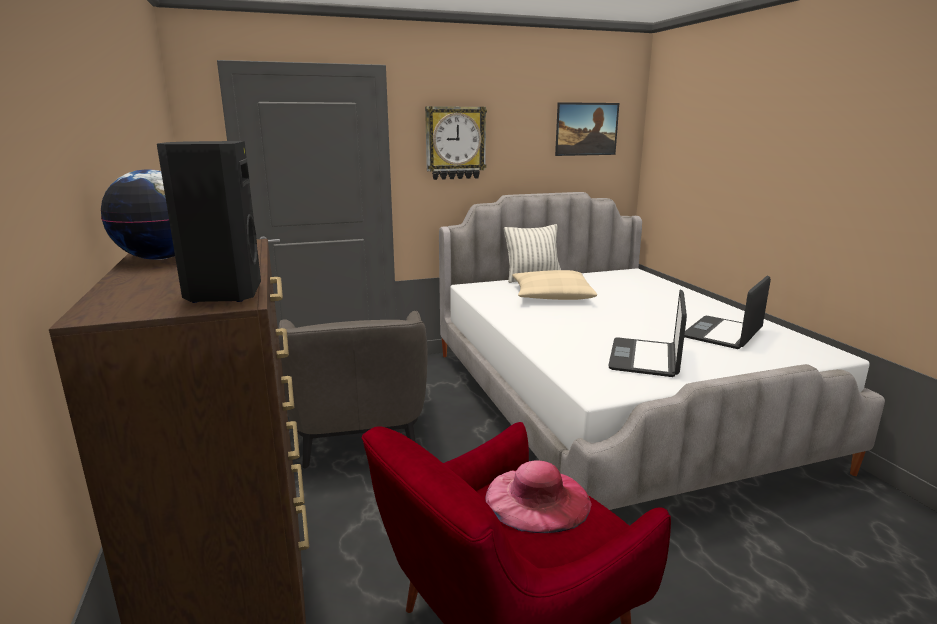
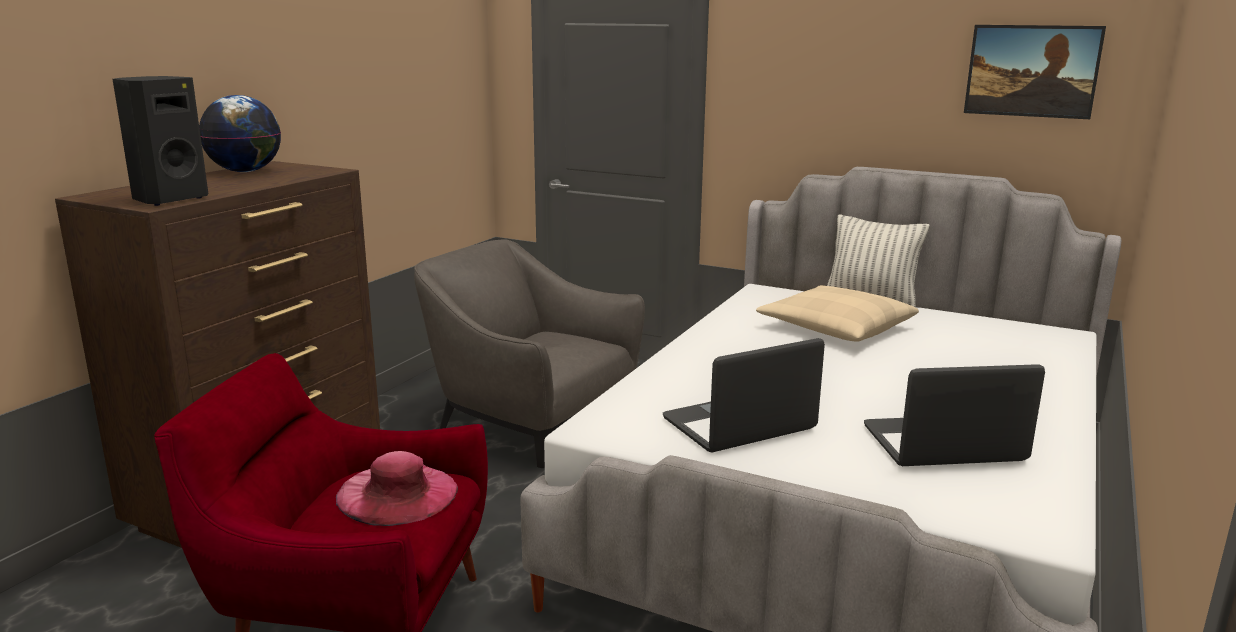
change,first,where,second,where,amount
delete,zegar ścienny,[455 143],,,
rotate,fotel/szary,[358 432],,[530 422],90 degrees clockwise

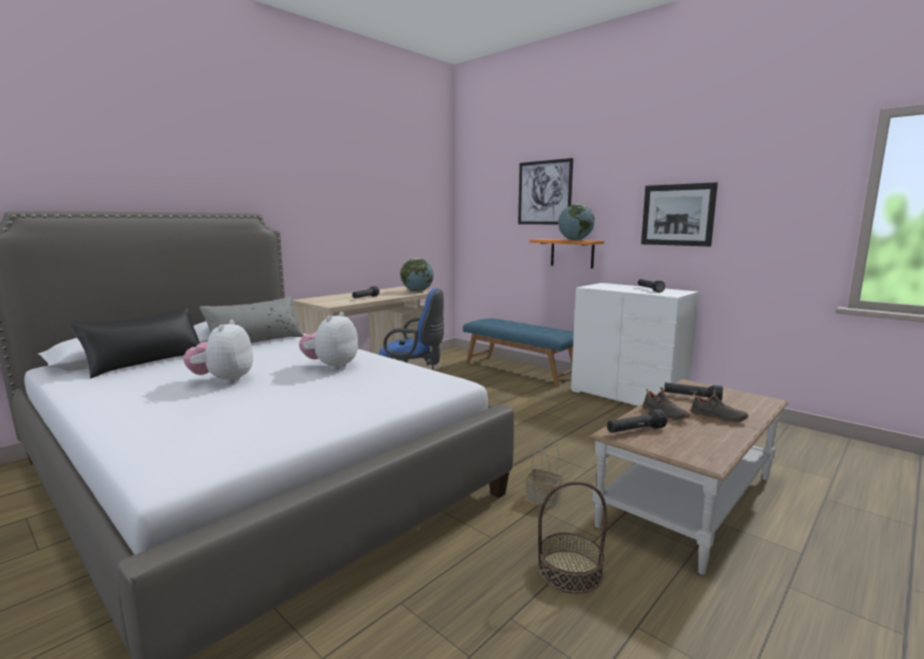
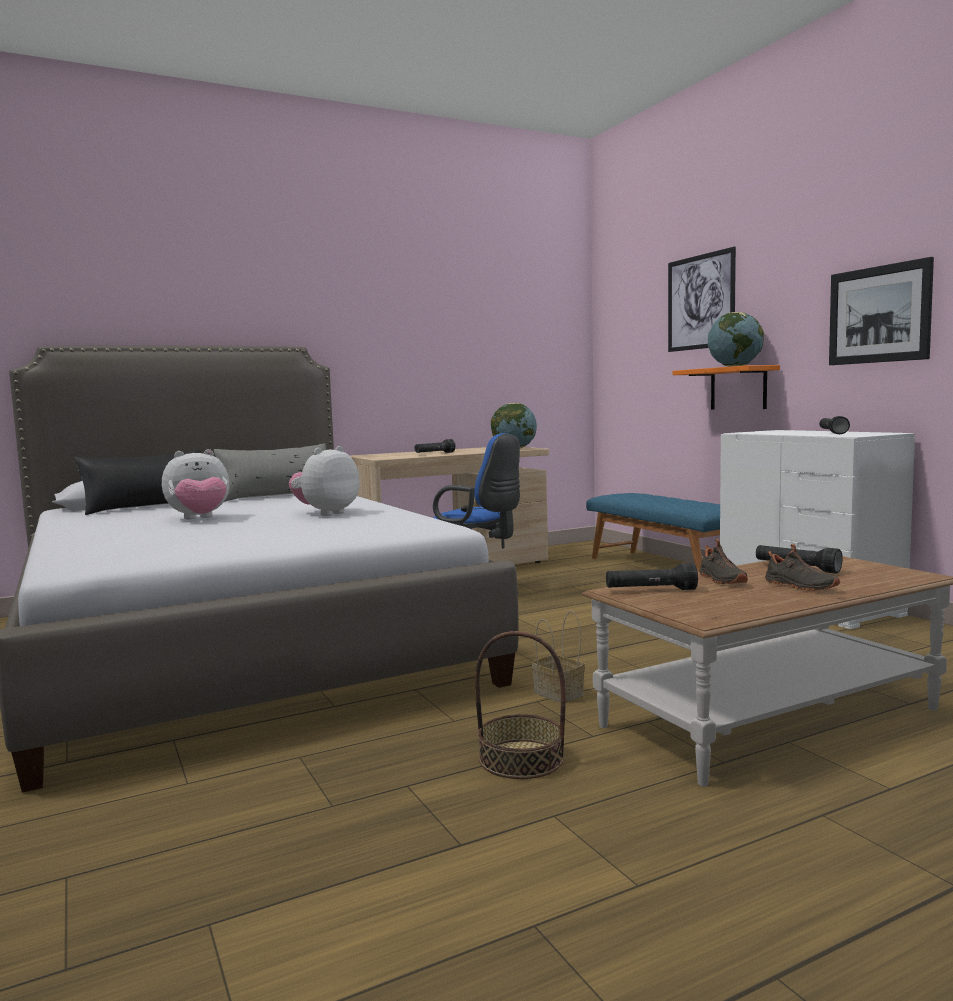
change,first,where,second,where,amount
rotate,pluszak,[223 380],,[199 519],135 degrees counterclockwise

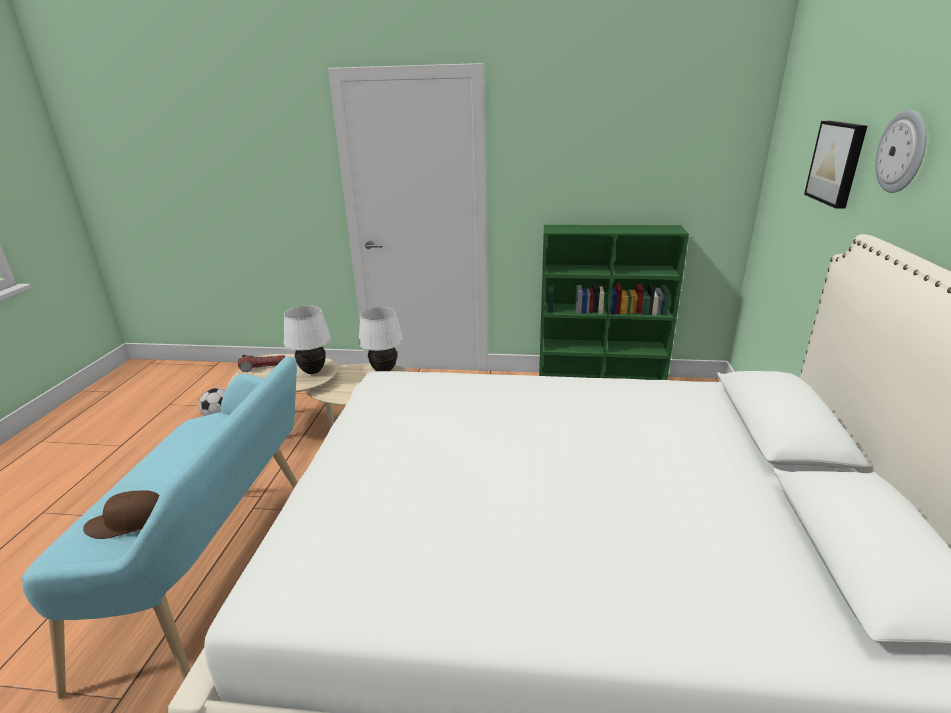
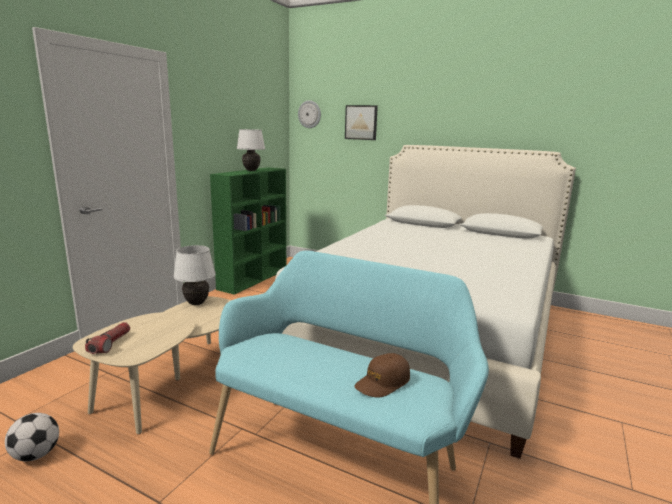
change,first,where,second,where,amount
move,zegar ścienny,[902 152],,[309 114],
move,lampa stołowa/biały,[313 371],,[251 170],
rotate,czapka z daszkiem/brązowy,[128 521],,[382 383],45 degrees clockwise

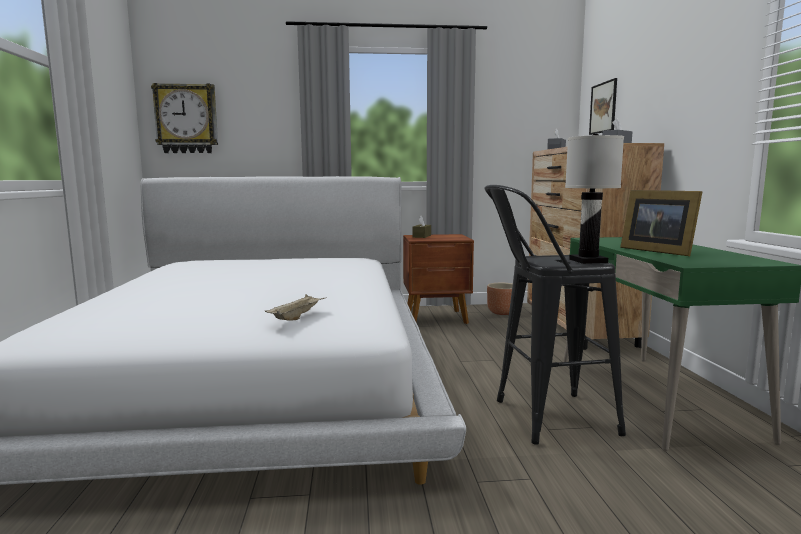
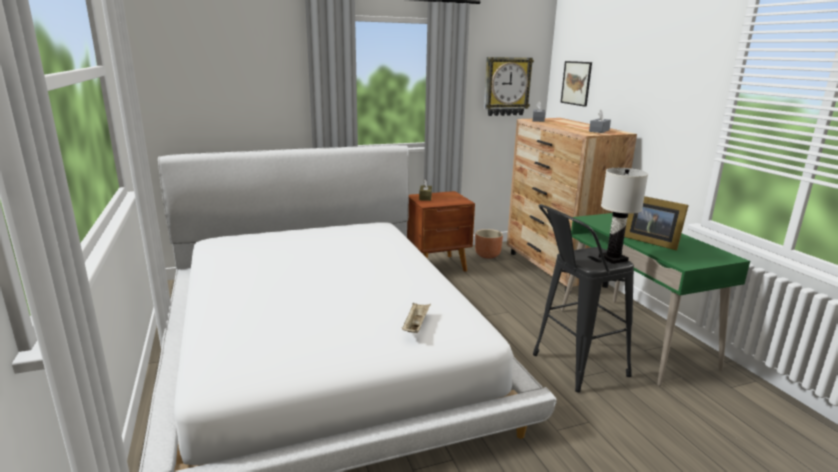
change,first,where,second,where,amount
move,zegar ścienny,[186 119],,[506 86],

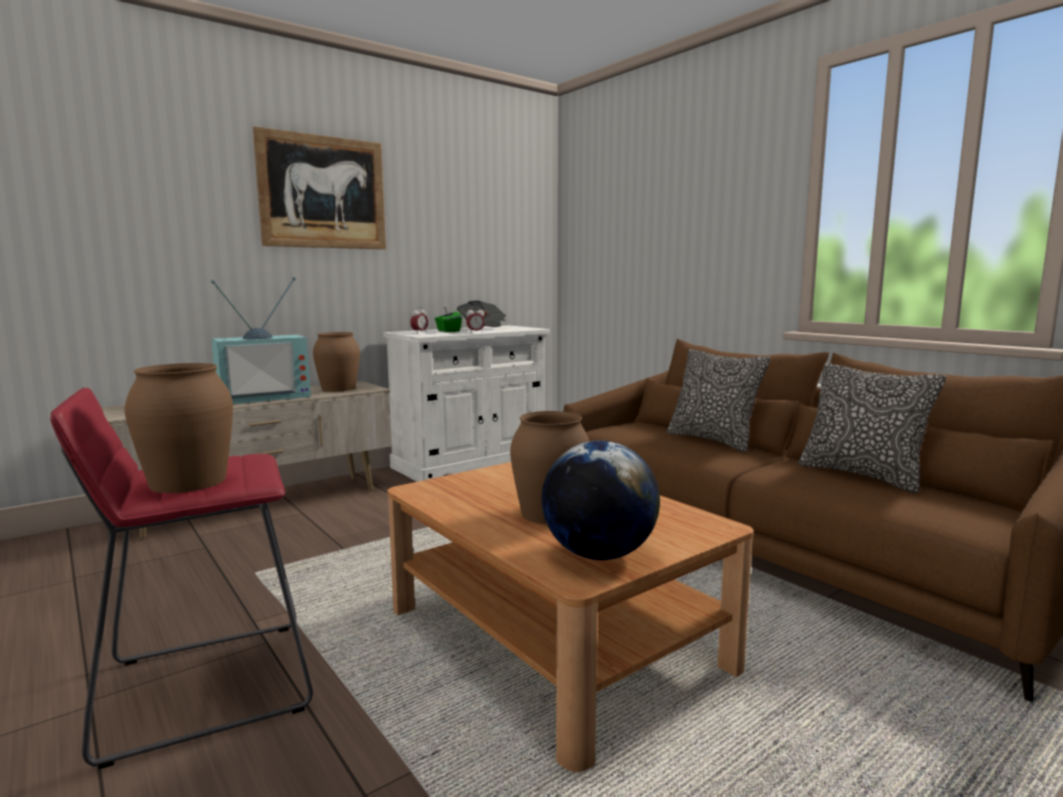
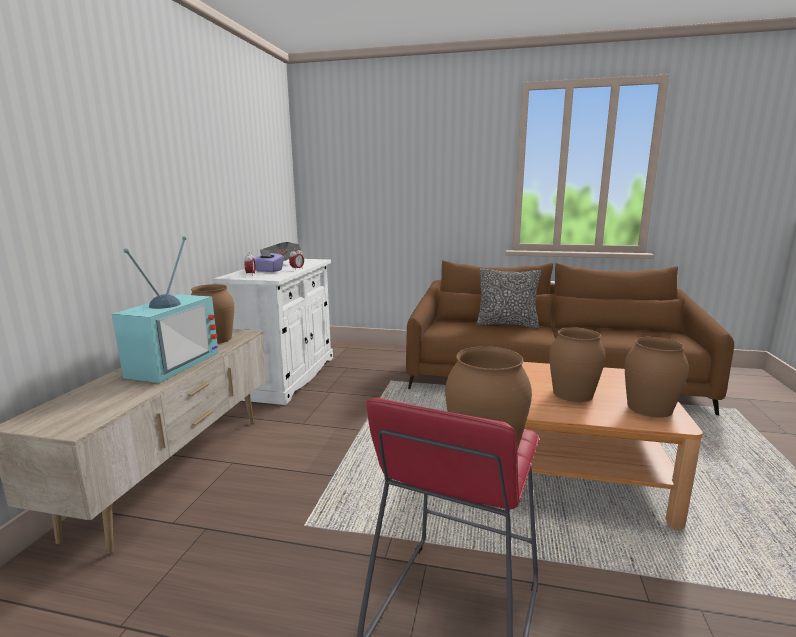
change,first,where,second,where,amount
delete,obraz,[323 192],,,
recolor,pudełko chusteczek/zielony,[448 331],pudełko chusteczek/fioletowy,[268 270],
delete,poduszka,[862 475],,,
replace,globus,[599 554],wazon/brązowy,[649 408],

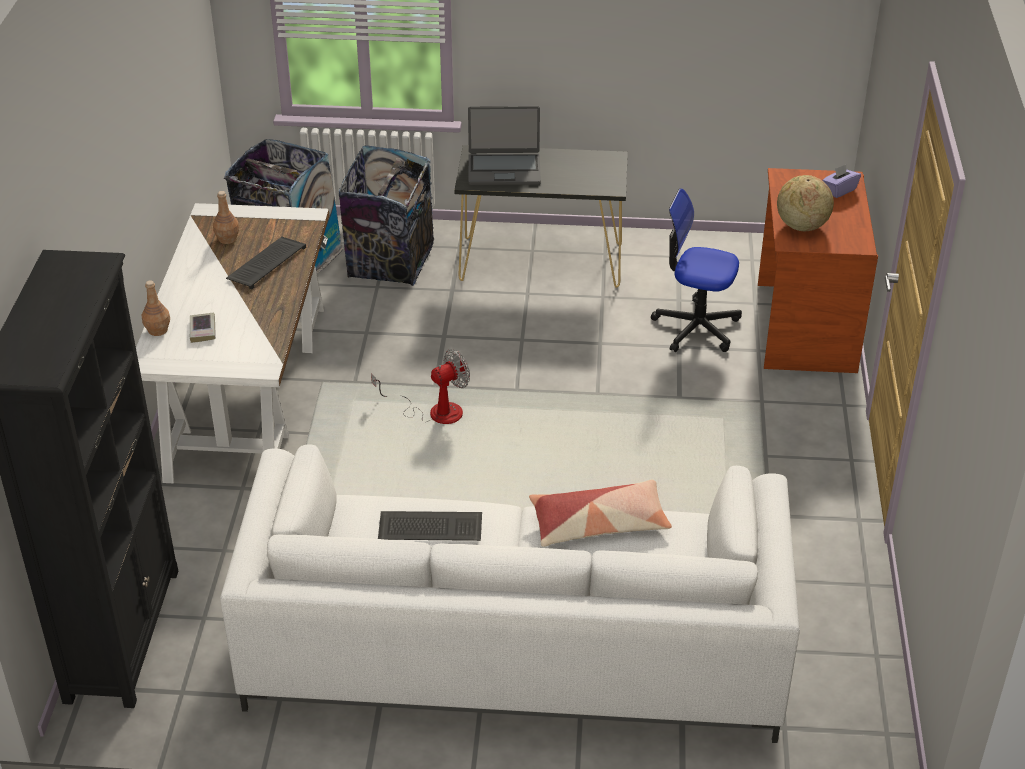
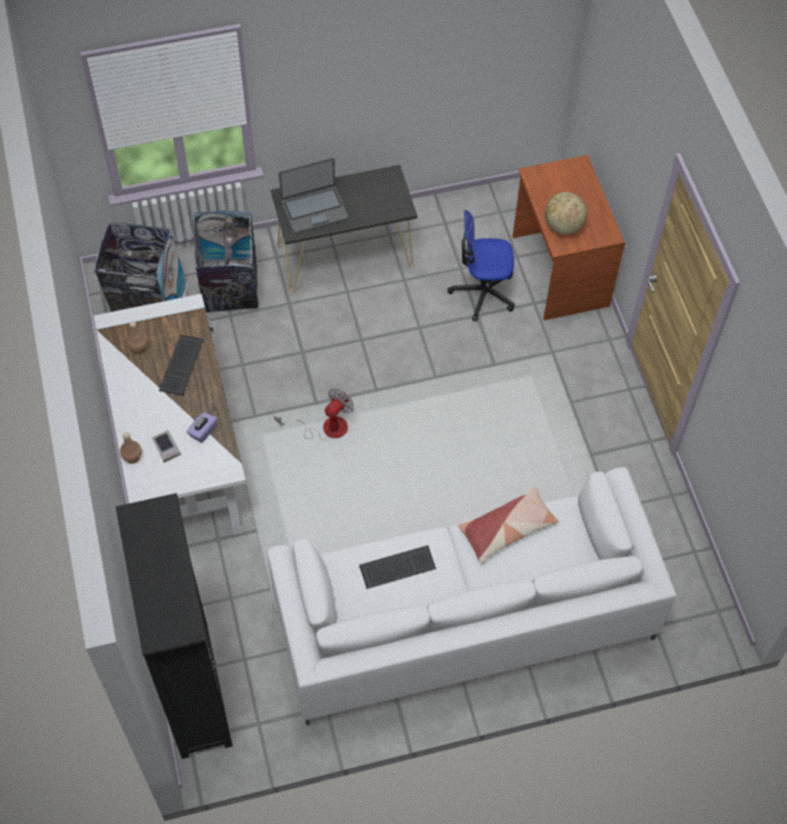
change,first,where,second,where,amount
move,pudełko chusteczek/fioletowy,[839 190],,[203 431],

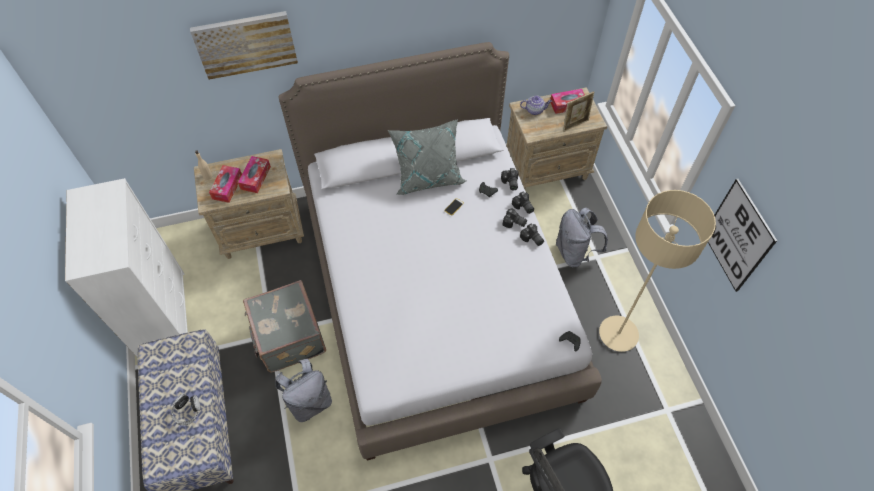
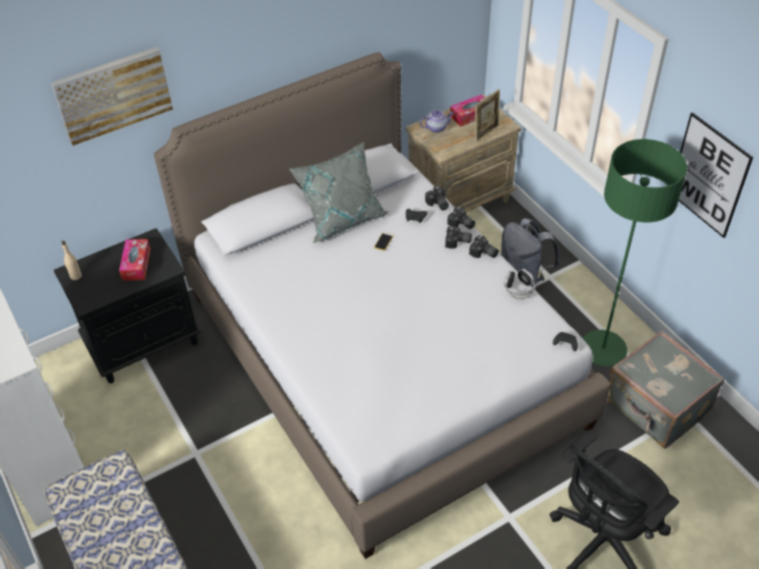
change,first,where,second,where,amount
recolor,szafka nocna/beżowy,[262 230],szafka nocna/czarny,[144 342],
delete,pudełko chusteczek,[227 187],,,
recolor,lampa stojąca/beżowy,[618 334],lampa stojąca/zielony,[603 349],
move,walizka/szary,[288 337],,[656 408],
delete,plecak/szary,[309 402],,,
move,słuchawki,[187 411],,[519 289],

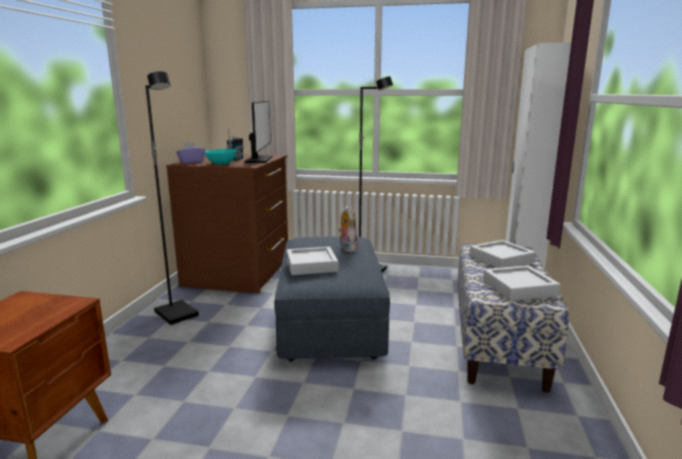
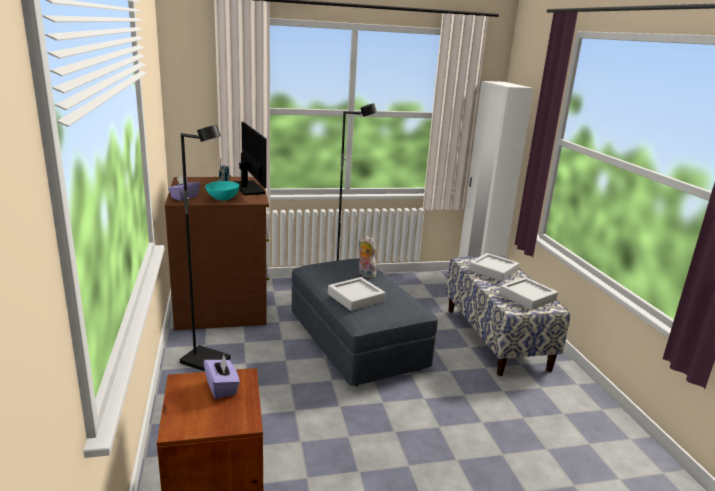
change,first,where,second,where,amount
insert,,,pudełko chusteczek/fioletowy,[222 387],

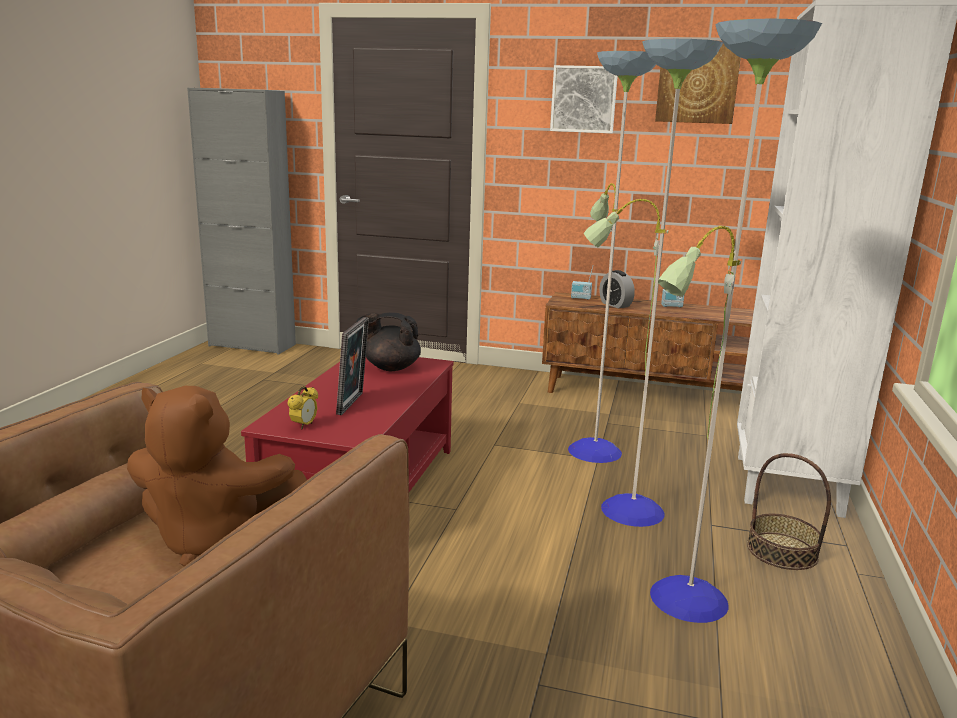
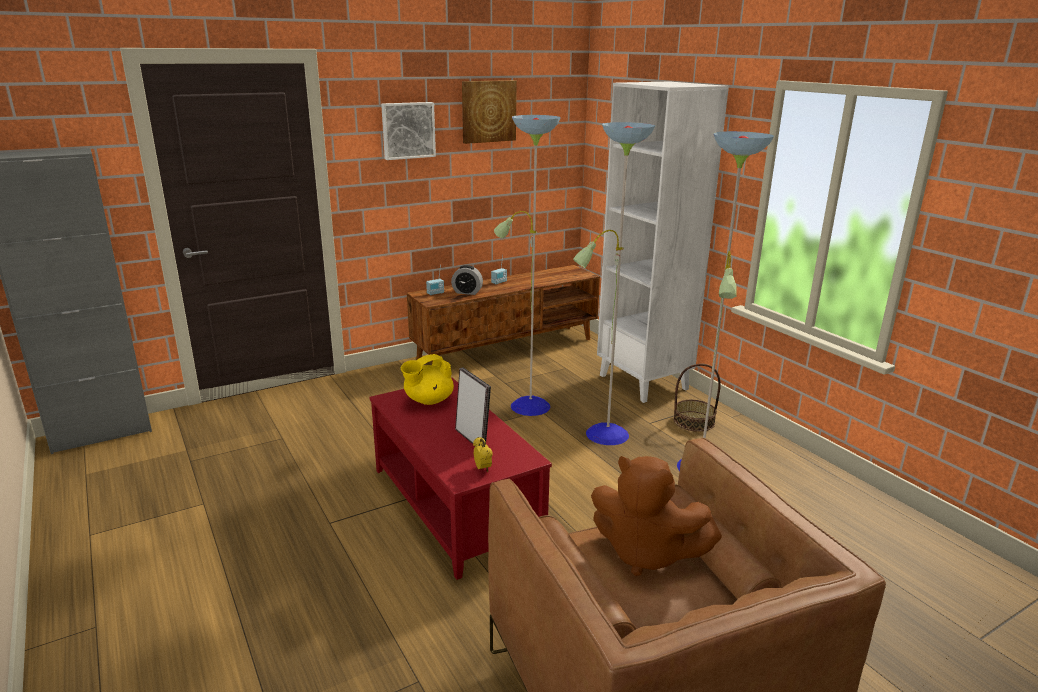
change,first,where,second,where,amount
recolor,imbryk/czarny,[390 367],imbryk/żółty,[428 400],
rotate,pluszak/brązowy,[215 539],,[646 553],60 degrees clockwise

